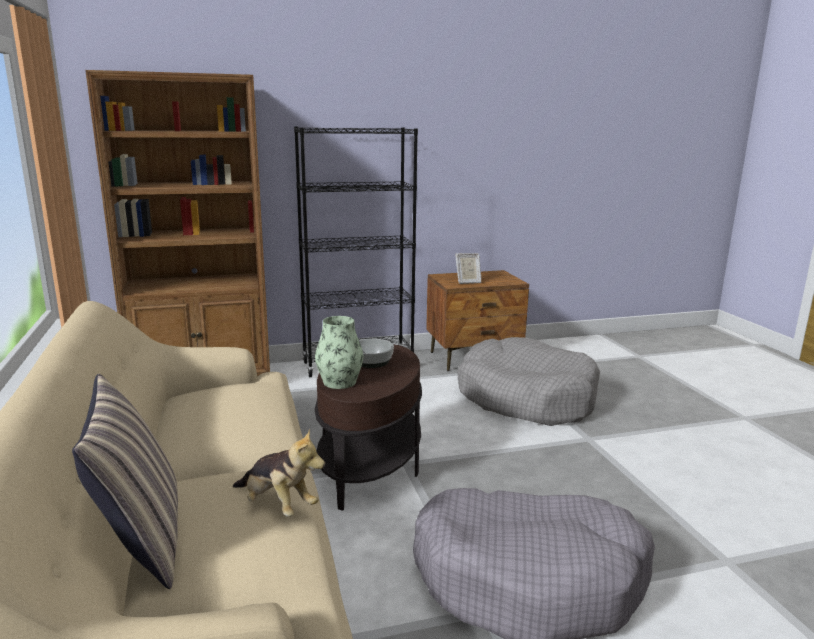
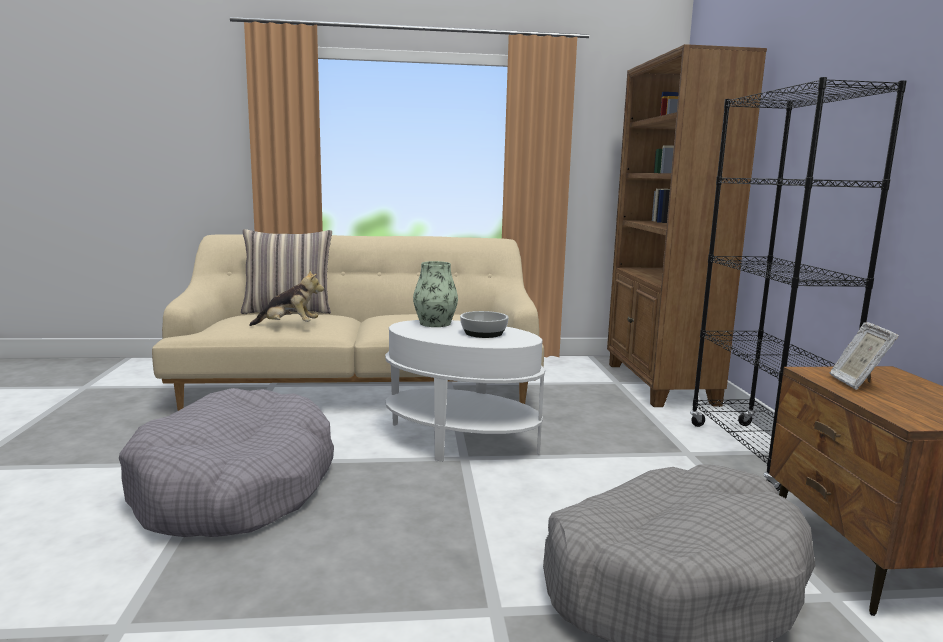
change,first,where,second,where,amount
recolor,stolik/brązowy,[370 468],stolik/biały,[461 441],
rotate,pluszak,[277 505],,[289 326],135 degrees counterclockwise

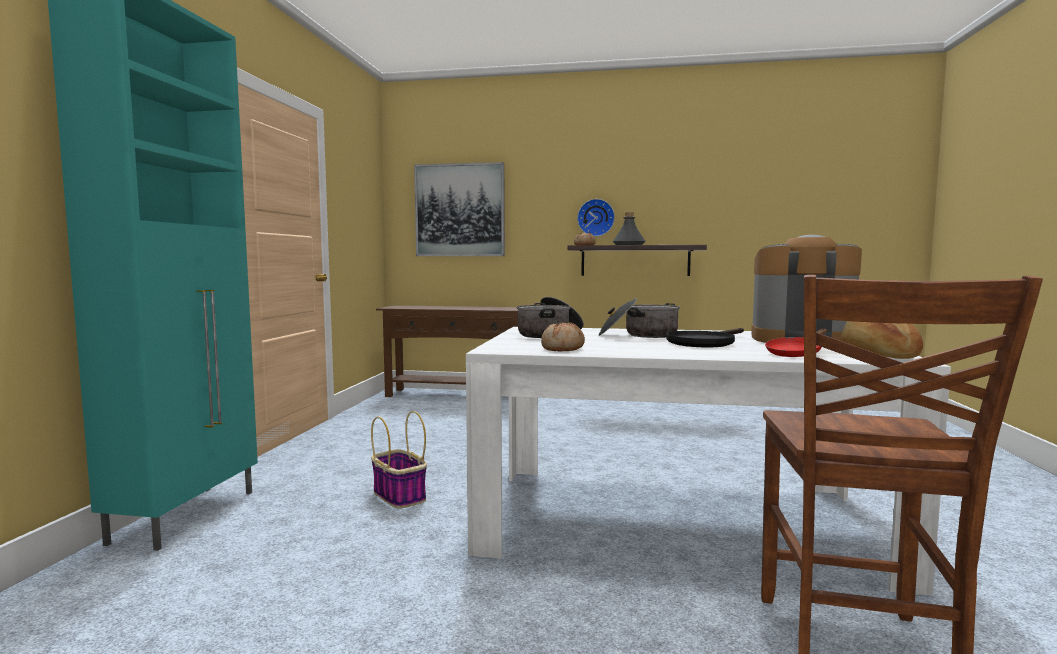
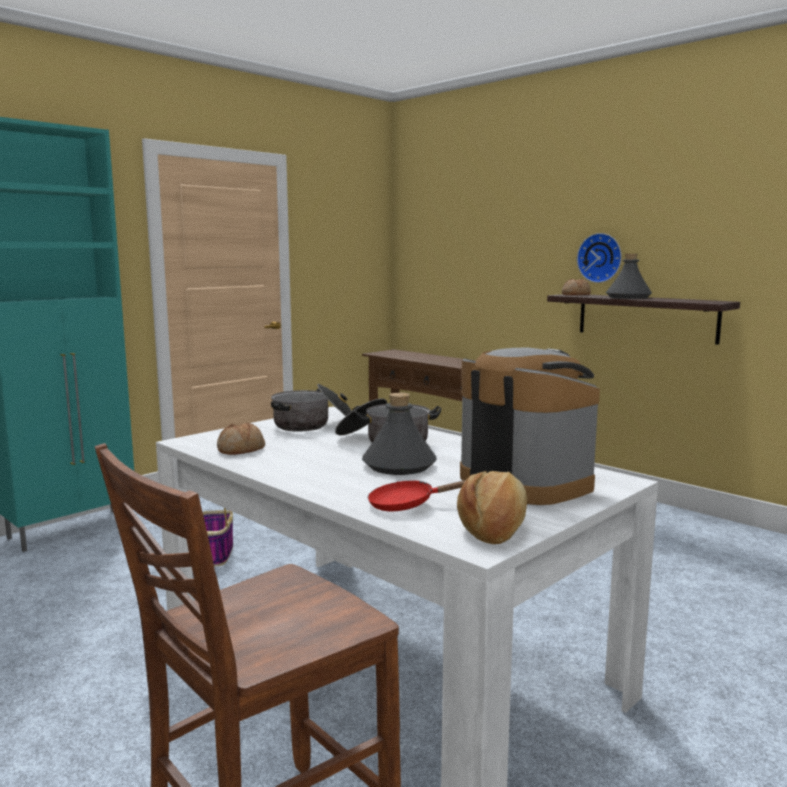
change,first,where,second,where,amount
delete,obraz,[460 210],,,
replace,patelnia/czarny,[704 342],butelka/szary,[398 465],

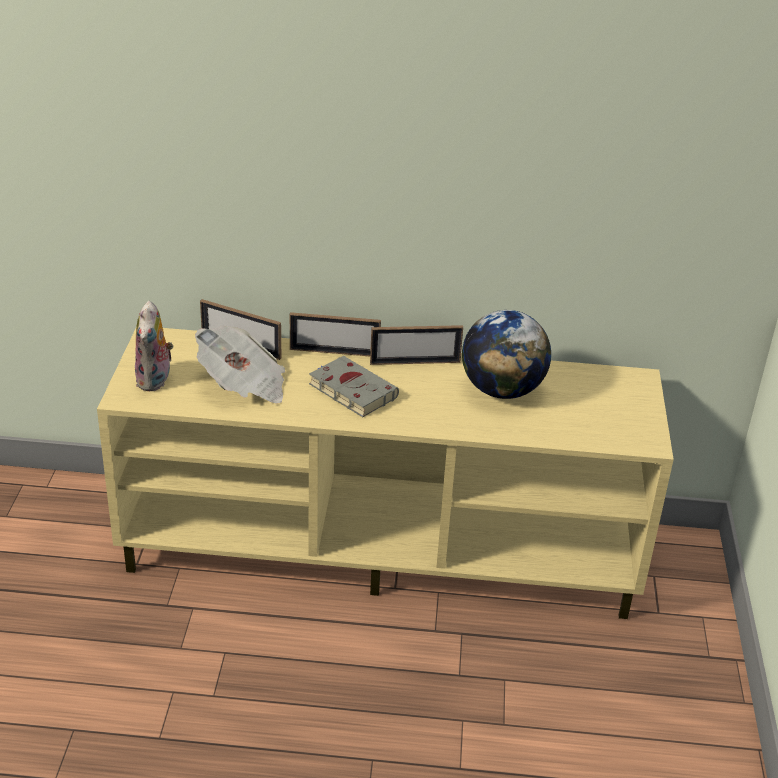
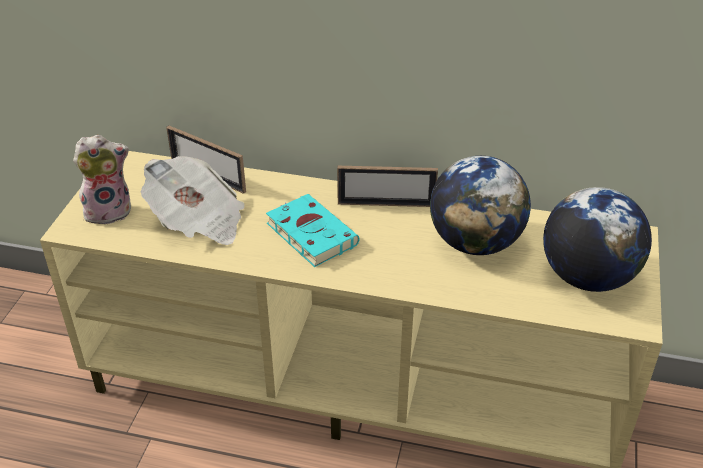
change,first,where,second,where,amount
rotate,pluszak,[155 380],,[109 211],120 degrees counterclockwise
delete,ramka na zdjęcie,[334 352],,,
recolor,książka/szary,[350 390],książka/turkusowy,[309 233],
insert,,,globus,[587 277],

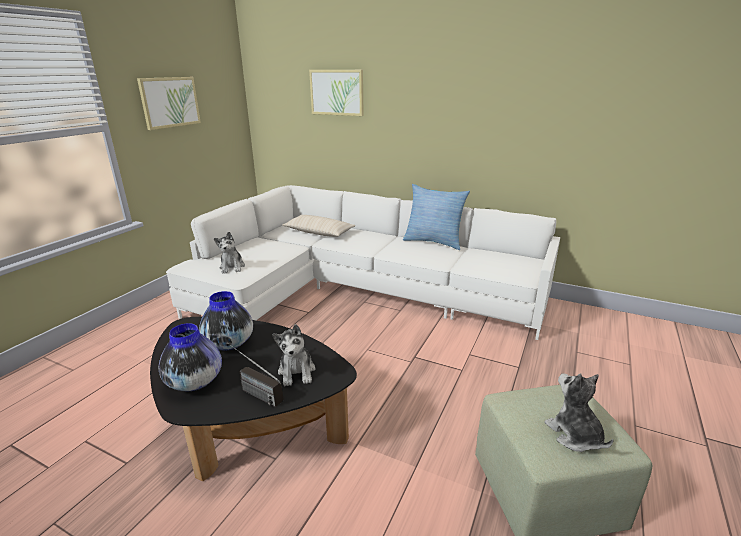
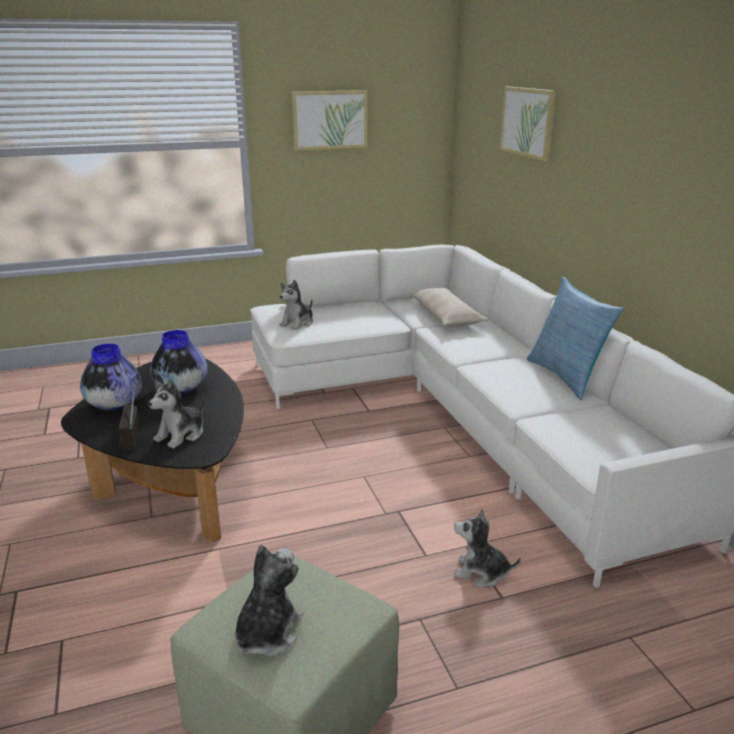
change,first,where,second,where,amount
insert,,,pluszak,[481 573],

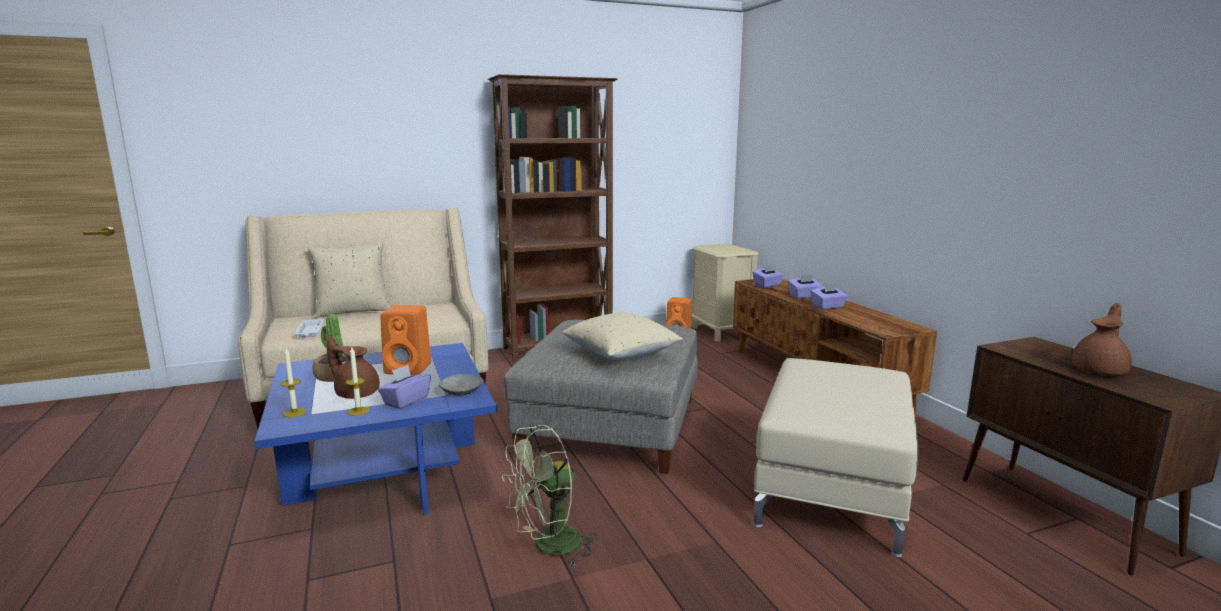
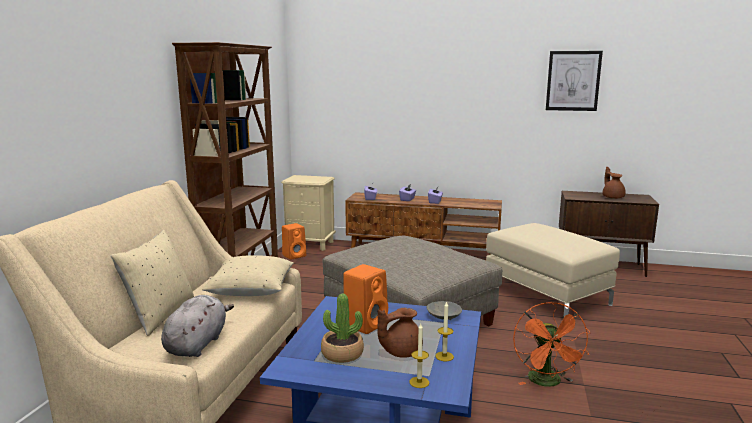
change,first,where,second,where,amount
move,poduszka/beżowy,[621 354],,[251 290],
replace,taca/biały,[310 331],pluszak/szary,[197 344],
delete,pudełko chusteczek/fioletowy,[406 401],,,
recolor,wentylator/zielony,[549 547],wentylator/pomarańczowy,[547 383],
insert,,,obraz,[573 81],

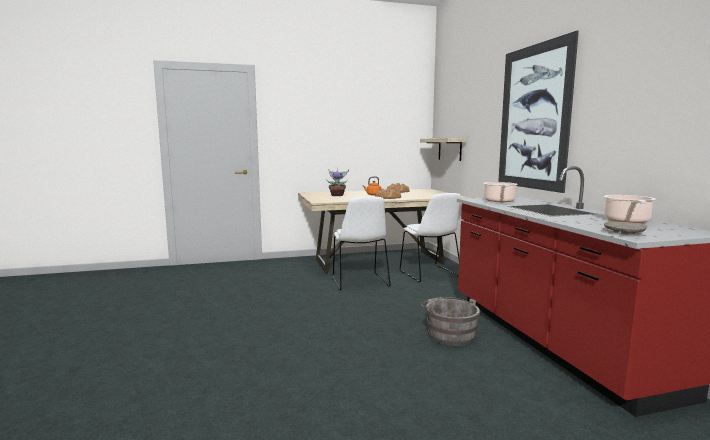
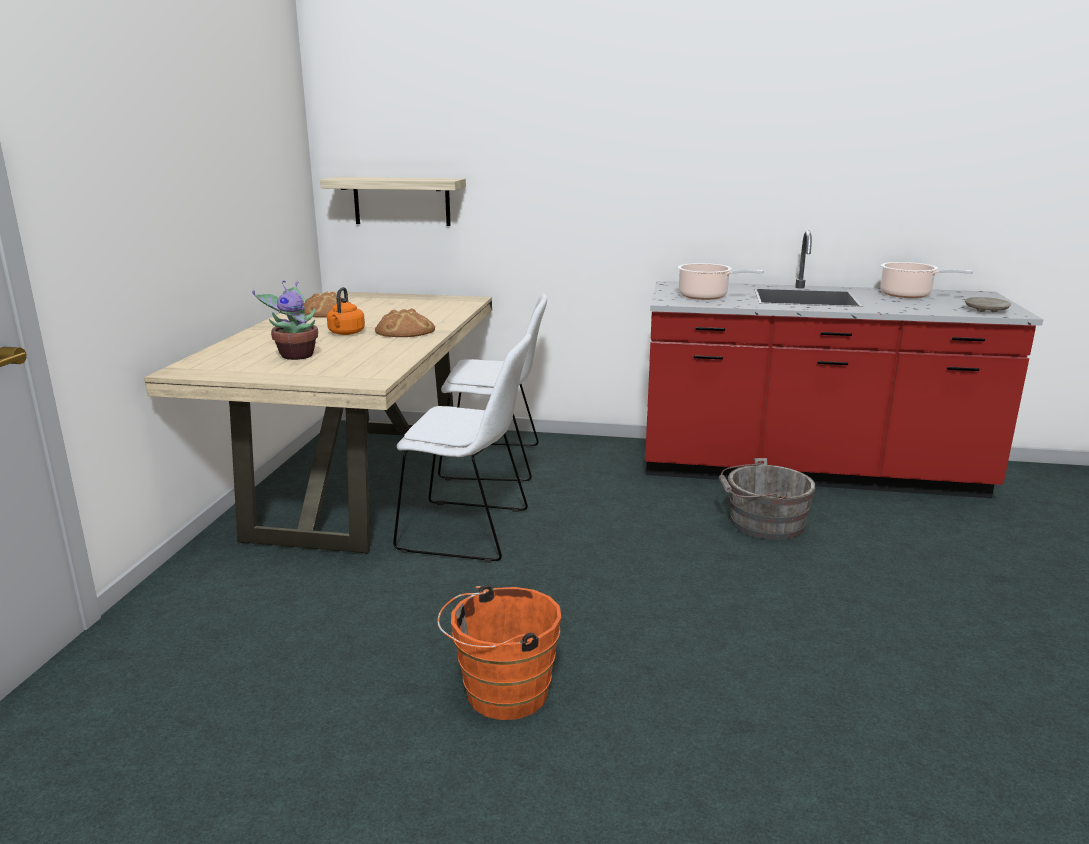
change,first,where,second,where,amount
delete,obraz,[533 117],,,
insert,,,wiadro/pomarańczowy,[500 694],

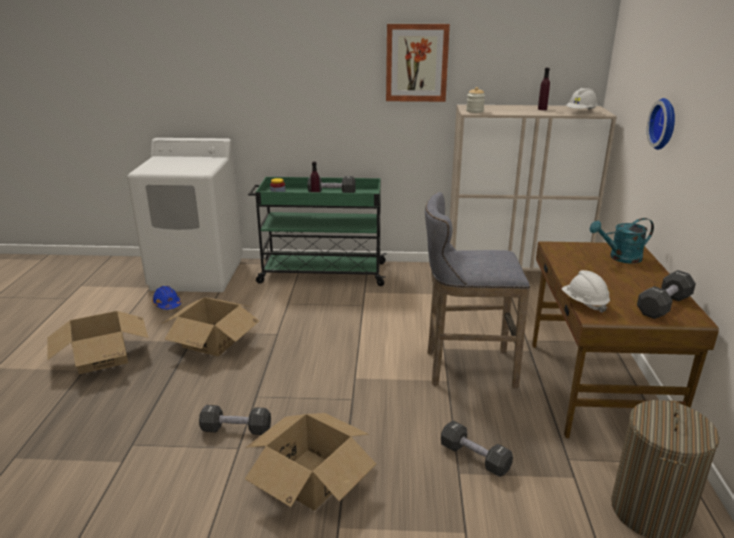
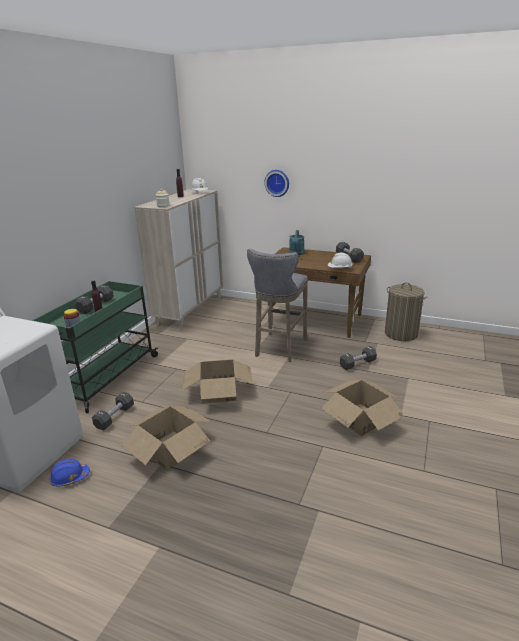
change,first,where,second,where,amount
delete,obraz,[416 63],,,
move,karton,[102 356],,[218 392],
move,hantel/czarny,[236 430],,[115 417],

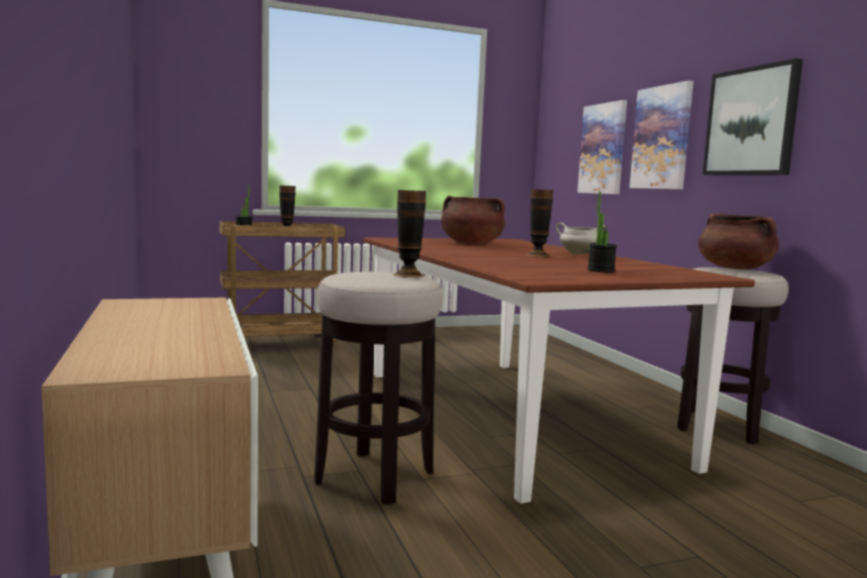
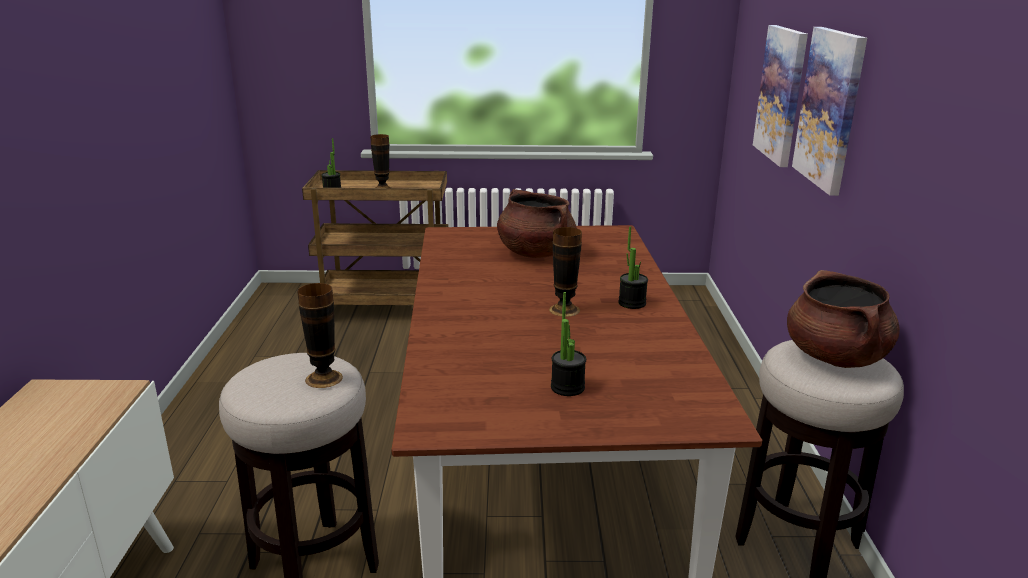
change,first,where,second,where,amount
delete,obraz,[751 122],,,
replace,garnek/biały,[578 254],roślina doniczkowa,[632 303],

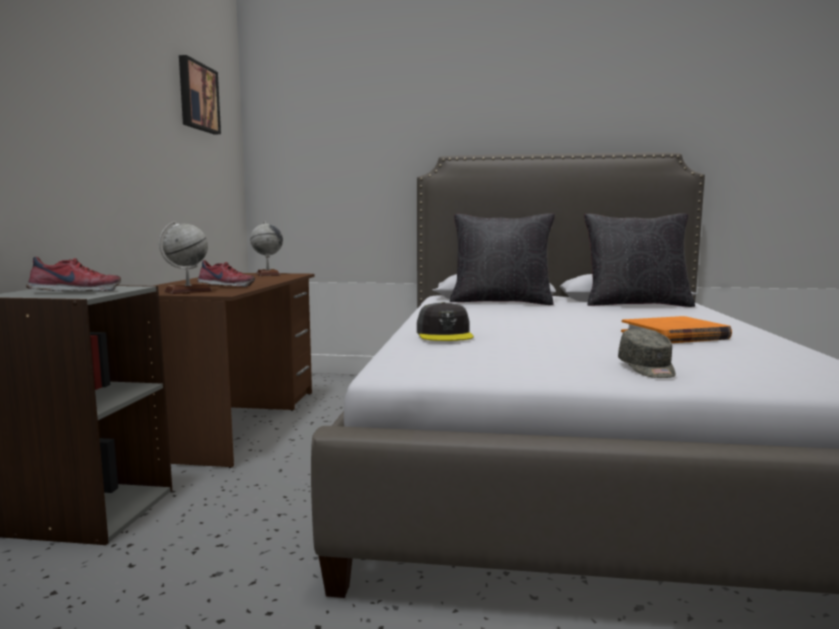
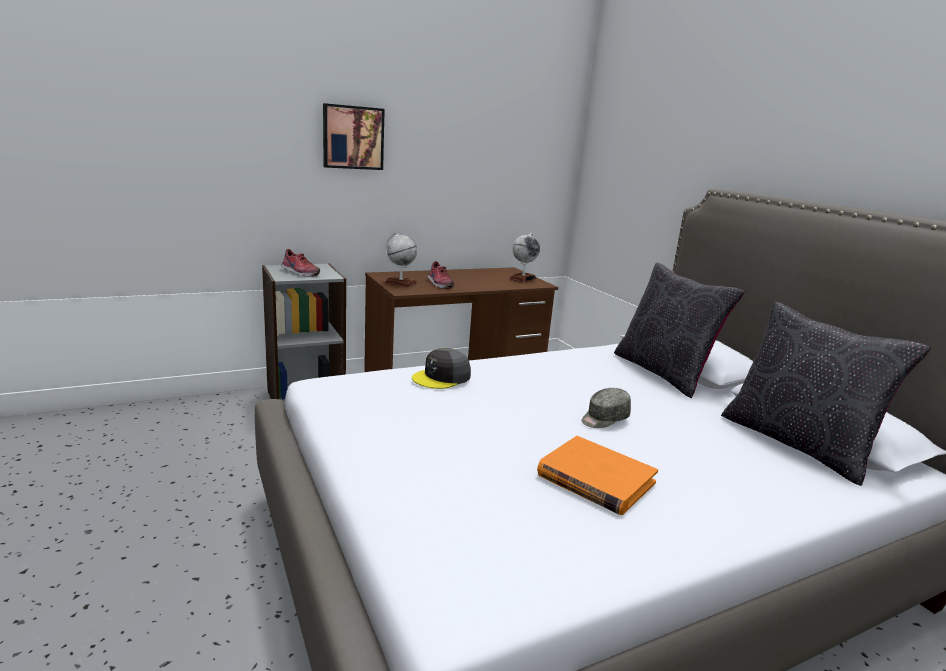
change,first,where,second,where,amount
move,obraz,[197 97],,[353 137],
move,czapka z daszkiem/szary,[647 369],,[604 419],

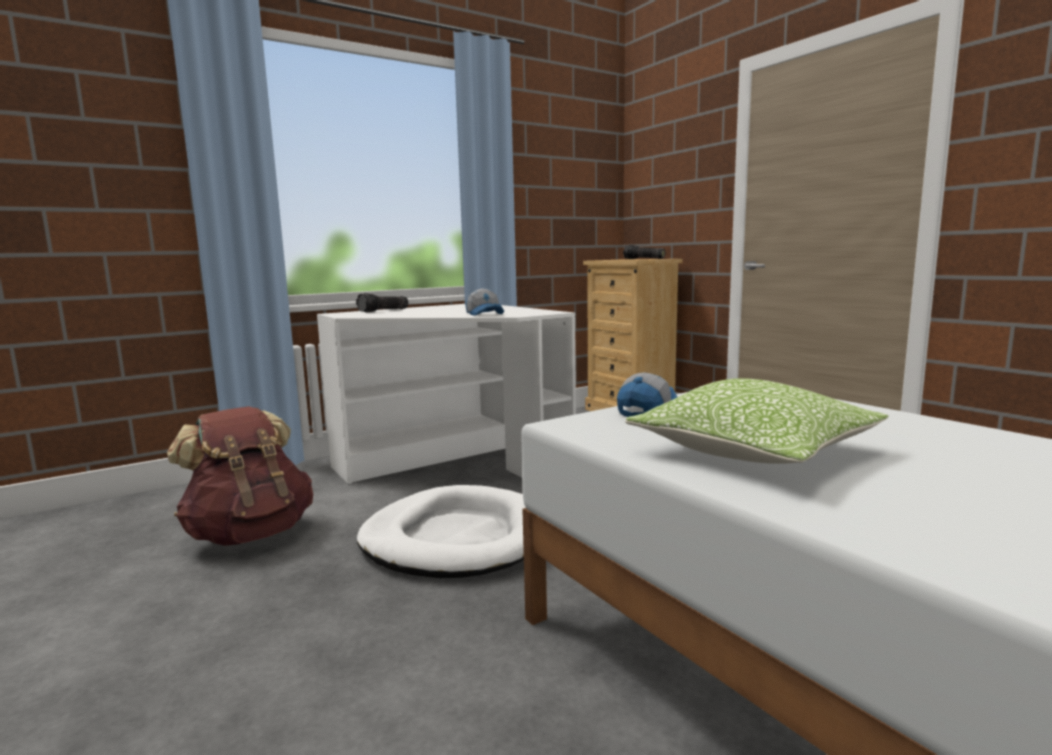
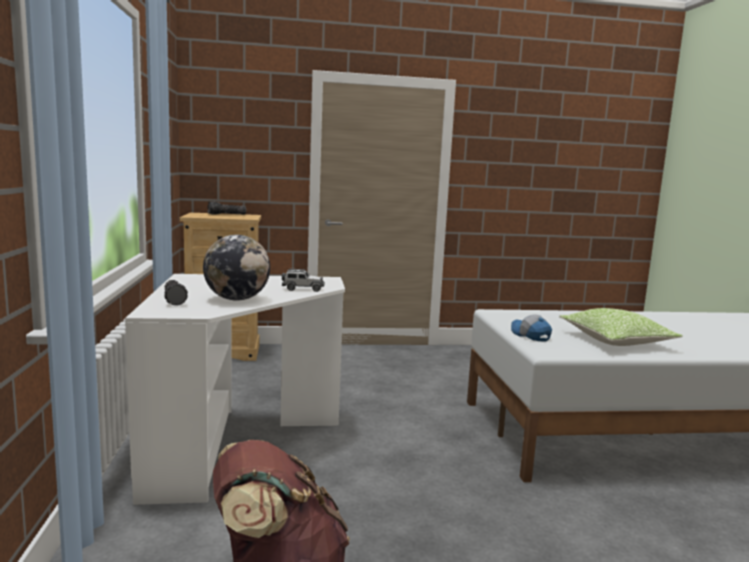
change,first,where,second,where,amount
replace,czapka z daszkiem,[485 314],samochodzik,[303 289],
delete,legowisko/biały,[457 539],,,
insert,,,globus,[237 299],

